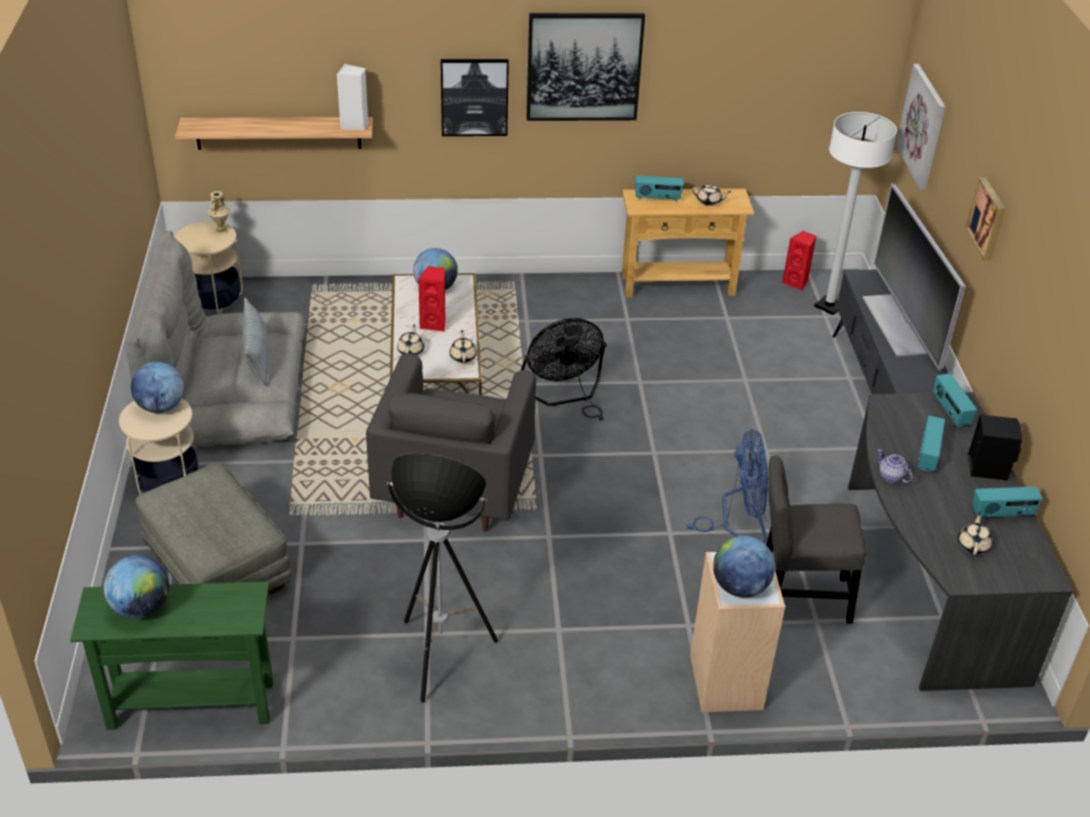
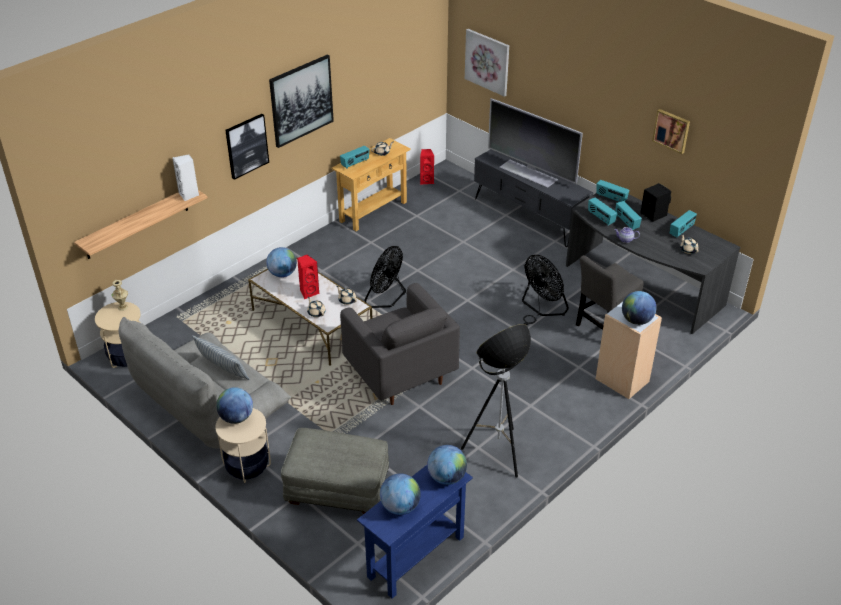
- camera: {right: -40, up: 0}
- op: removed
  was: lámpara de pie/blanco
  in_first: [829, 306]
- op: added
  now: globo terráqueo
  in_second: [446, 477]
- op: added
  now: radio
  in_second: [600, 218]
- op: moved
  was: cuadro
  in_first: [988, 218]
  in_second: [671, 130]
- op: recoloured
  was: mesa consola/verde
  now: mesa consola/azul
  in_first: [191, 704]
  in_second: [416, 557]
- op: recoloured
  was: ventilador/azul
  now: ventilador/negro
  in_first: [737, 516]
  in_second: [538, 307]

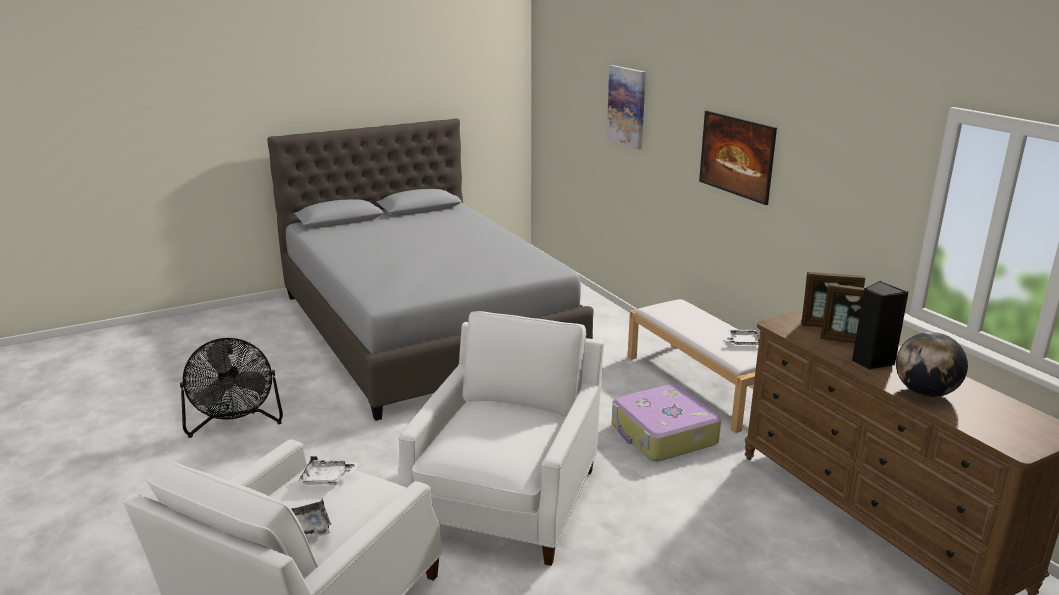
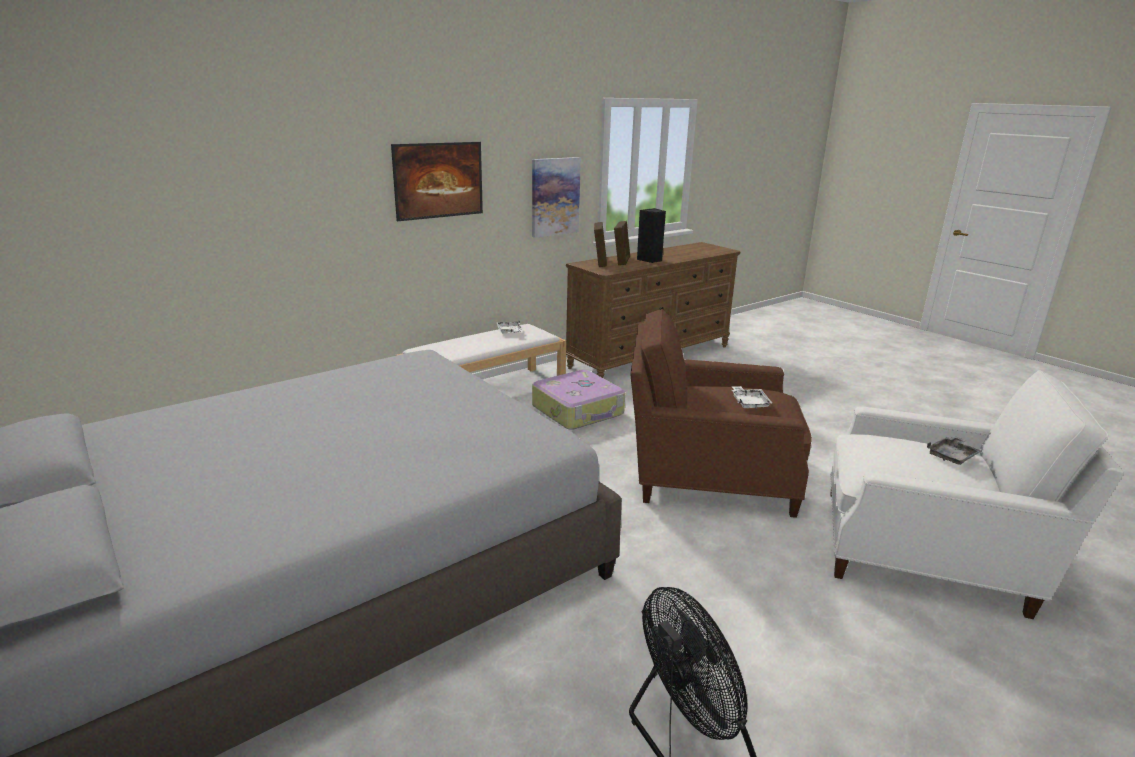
- camera: {right: -100, up: 0}
- op: removed
  was: globo terráqueo
  in_first: [925, 392]
- op: moved
  was: bandeja/blanco
  in_first: [327, 478]
  in_second: [749, 403]
- op: moved
  was: cuadro
  in_first: [627, 106]
  in_second: [555, 196]
- op: recoloured
  was: sillón/blanco
  now: sillón/marrón
  in_first: [506, 497]
  in_second: [708, 473]

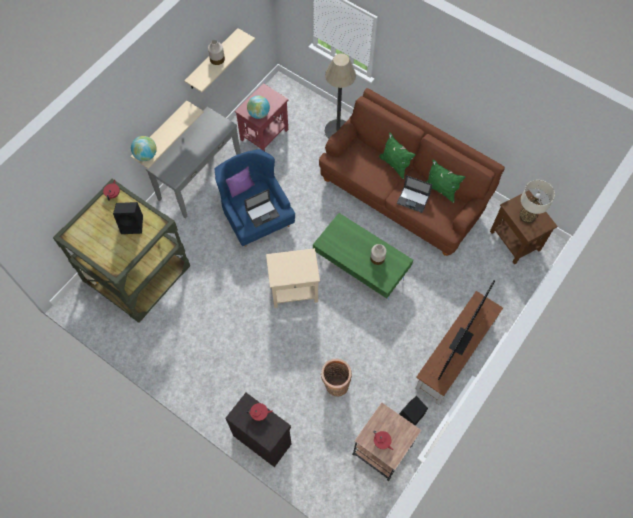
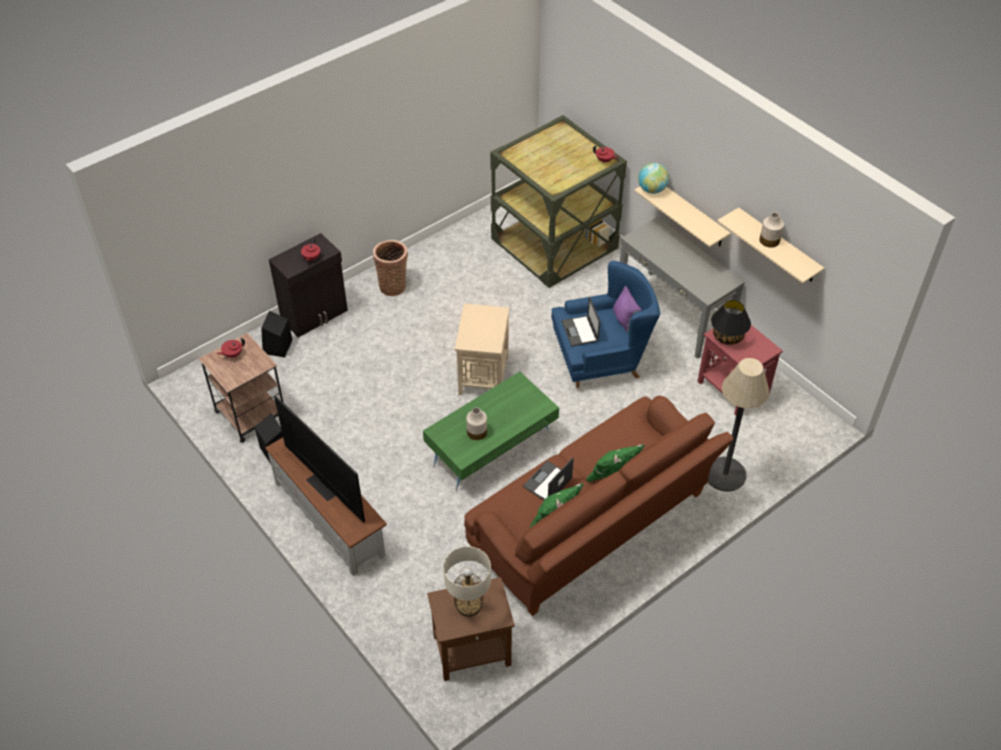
- camera: {right: 105, up: -15}
- op: moved
  was: altavoz/negro
  in_first: [132, 224]
  in_second: [277, 347]
- op: moved
  was: cesta
  in_first: [335, 385]
  in_second: [393, 285]
- op: replaced
  was: globo terráqueo
  now: lámpara de mesa/negro
  in_first: [259, 114]
  in_second: [727, 336]

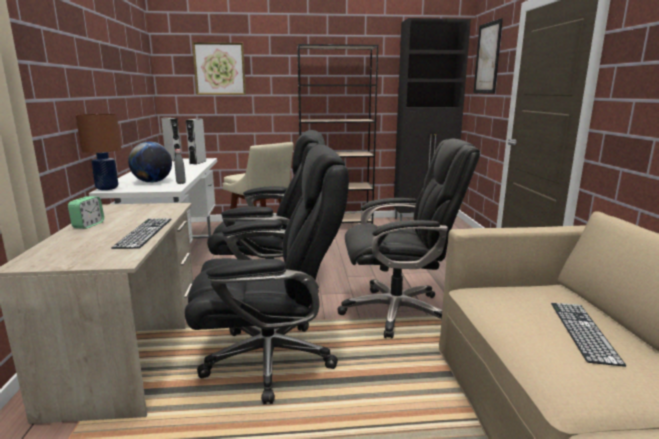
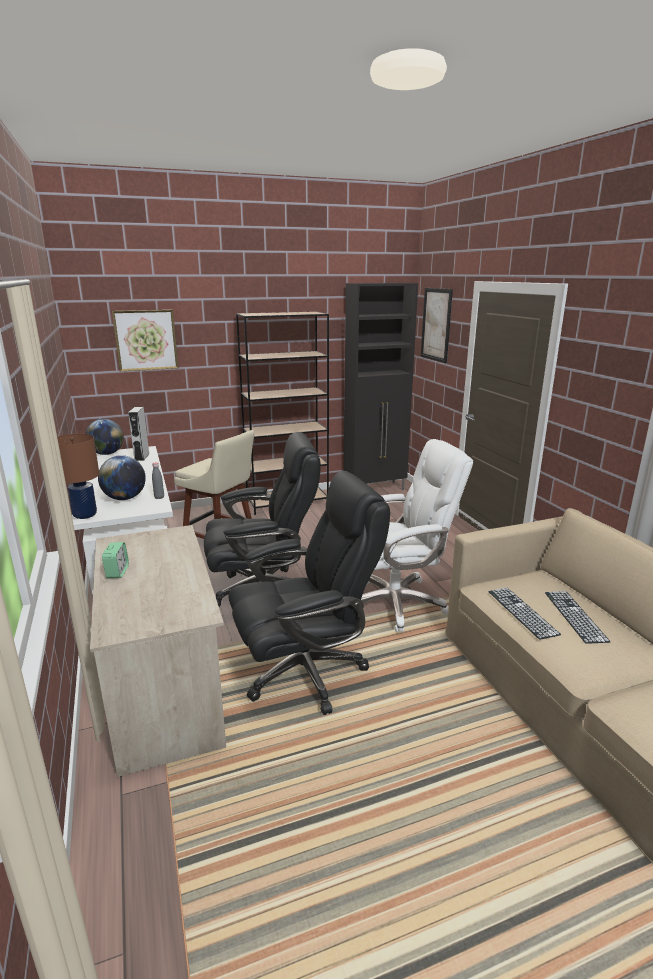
- camera: {right: -15, up: 5}
- op: moved
  was: teclado
  in_first: [144, 232]
  in_second: [522, 612]
- op: replaced
  was: altavoz/gris
  now: globo terráqueo
  in_first: [173, 160]
  in_second: [107, 454]
- op: recoloured
  was: silla de oficina/negro
  now: silla de oficina/blanco
  in_first: [397, 312]
  in_second: [396, 603]

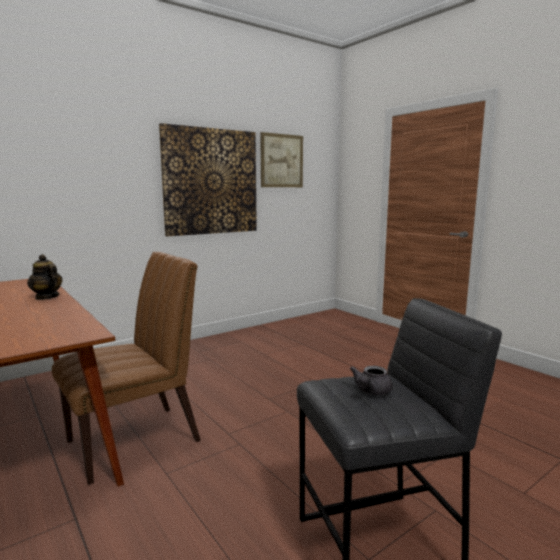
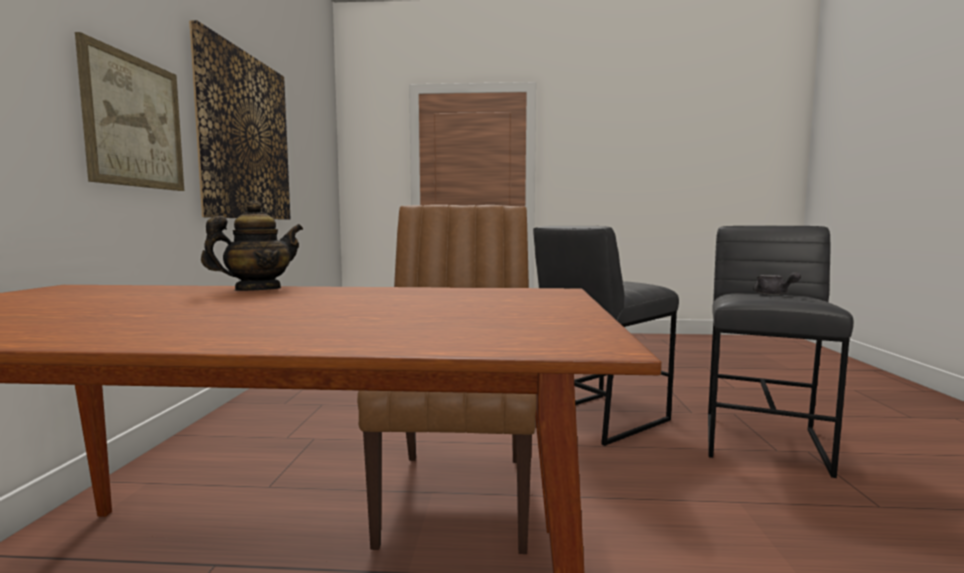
- camera: {right: -50, up: -5}
- op: added
  now: taburete/gris
  in_second: [600, 418]
- op: moved
  was: cuadro
  in_first: [281, 161]
  in_second: [134, 122]
- op: turned
  was: tetera
  in_first: [47, 297]
  in_second: [257, 290]
  clockwise: 150

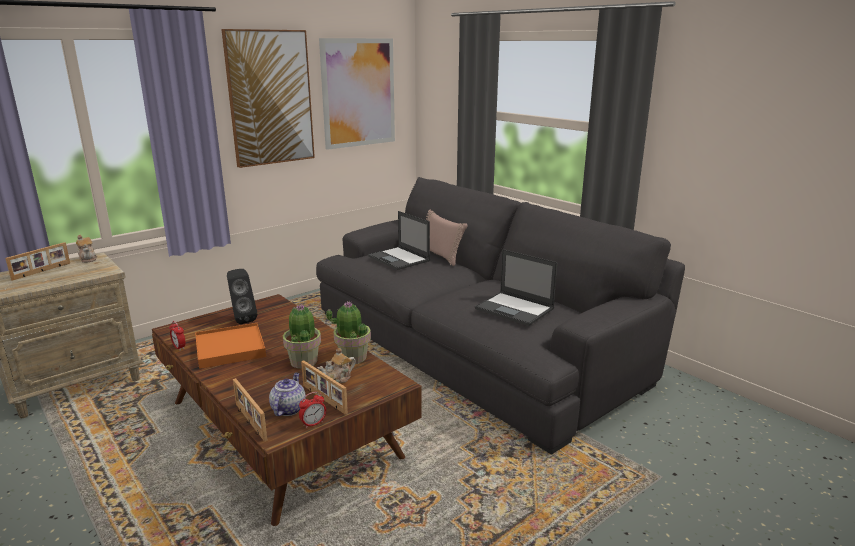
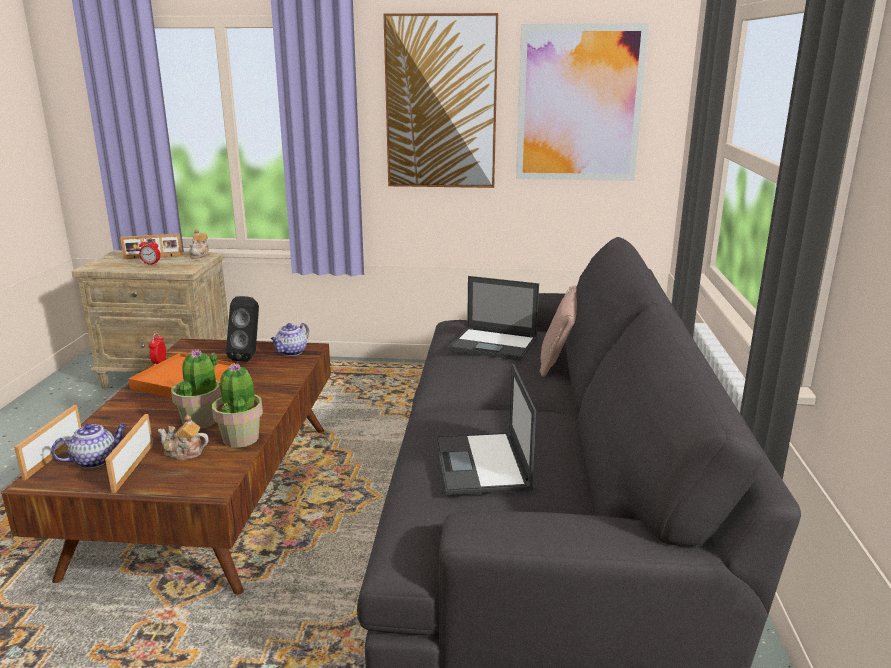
- camera: {right: 45, up: 0}
- op: added
  now: tetera
  in_second: [291, 352]
- op: moved
  was: despertador
  in_first: [313, 424]
  in_second: [151, 264]
- op: turned
  was: portátil
  in_first: [399, 259]
  in_second: [494, 344]
  clockwise: -75

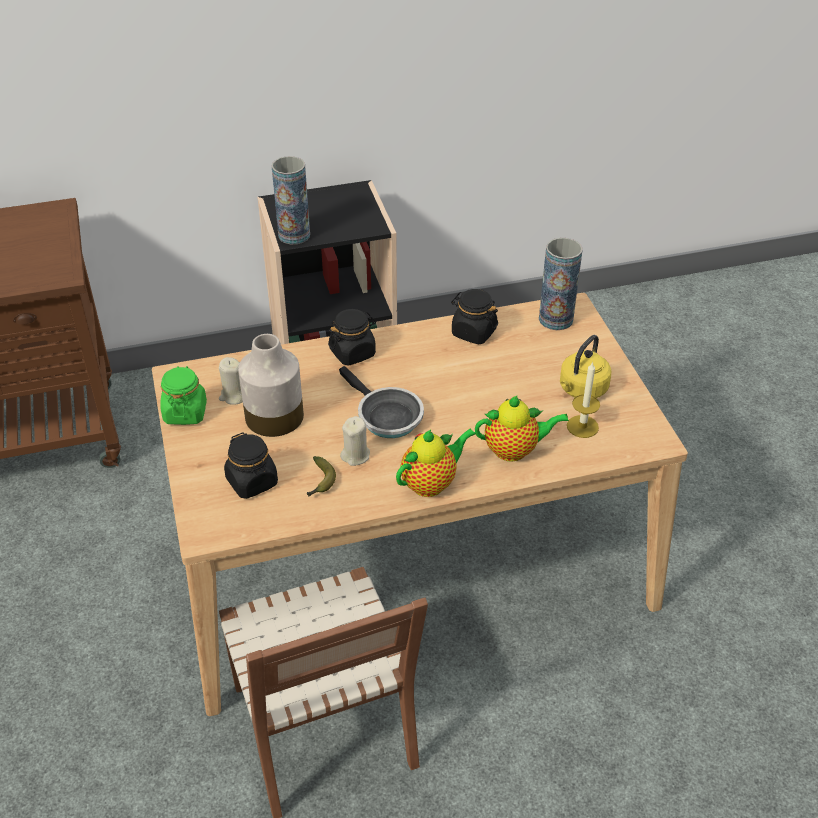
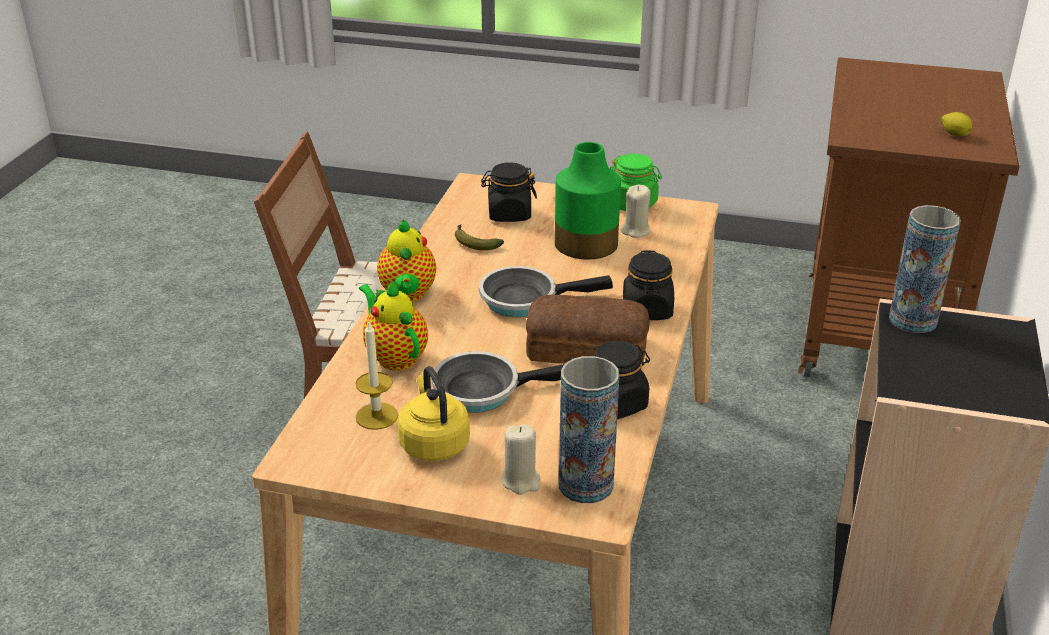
- camera: {right: 120, up: -10}
- op: added
  now: sartén
  in_second: [484, 390]
- op: added
  now: pan
  in_second: [588, 350]
- op: added
  now: limón
  in_second: [955, 135]
- op: moved
  was: vela/beis
  in_first: [355, 455]
  in_second: [521, 481]
- op: recoloured
  was: florero/beis
  now: florero/verde
  in_first: [274, 416]
  in_second: [585, 243]
- op: turned
  was: tetera
  in_first: [514, 450]
  in_second: [394, 356]
  clockwise: 120

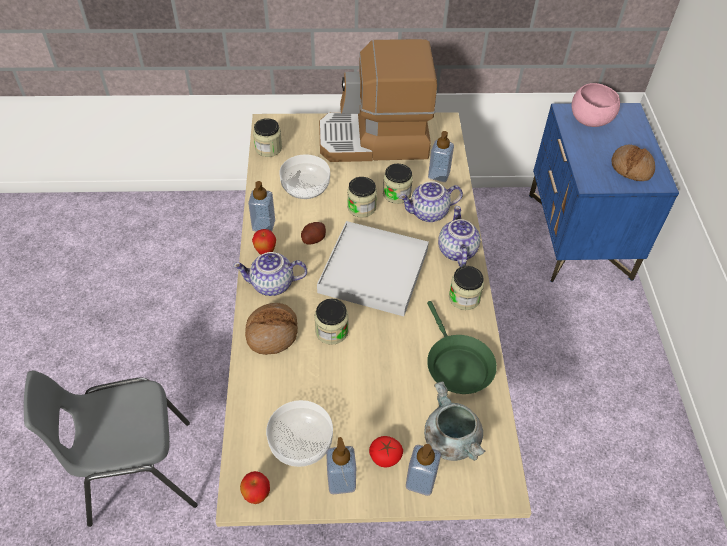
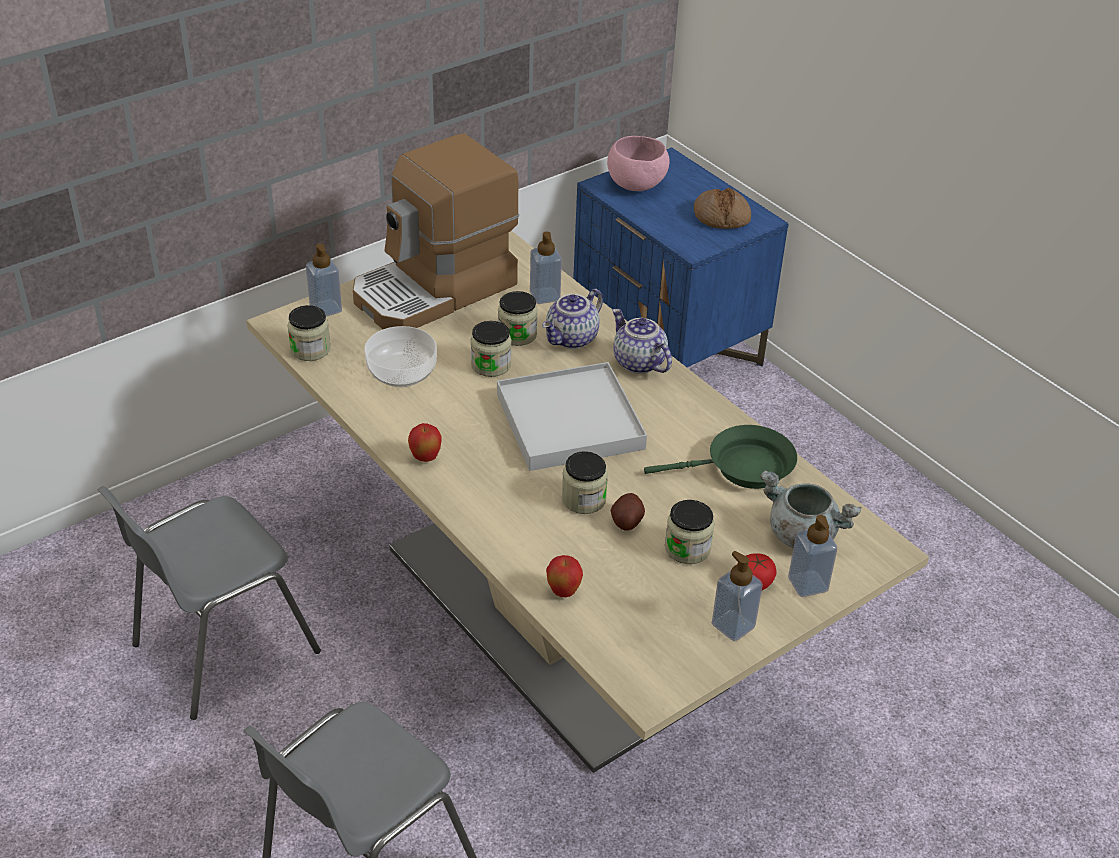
- camera: {right: -35, up: -10}
- op: removed
  was: tetera
  in_first: [272, 285]
- op: removed
  was: pan
  in_first: [272, 333]
- op: removed
  was: cuenco
  in_first: [301, 443]
- op: added
  now: silla/gris
  in_second: [220, 649]
- op: moved
  was: manzana
  in_first: [257, 496]
  in_second: [563, 592]
- op: moved
  was: dispensador de jabón
  in_first: [263, 225]
  in_second: [326, 309]
- op: moved
  was: patata
  in_first: [313, 239]
  in_second: [626, 521]
- op: moved
  was: tarro
  in_first: [464, 298]
  in_second: [687, 548]
- op: turned
  was: sartén/verde
  in_first: [456, 365]
  in_second: [742, 468]
  clockwise: -45

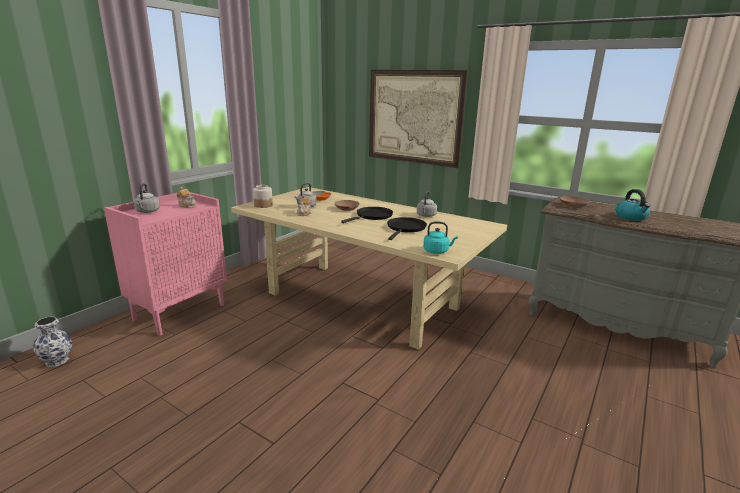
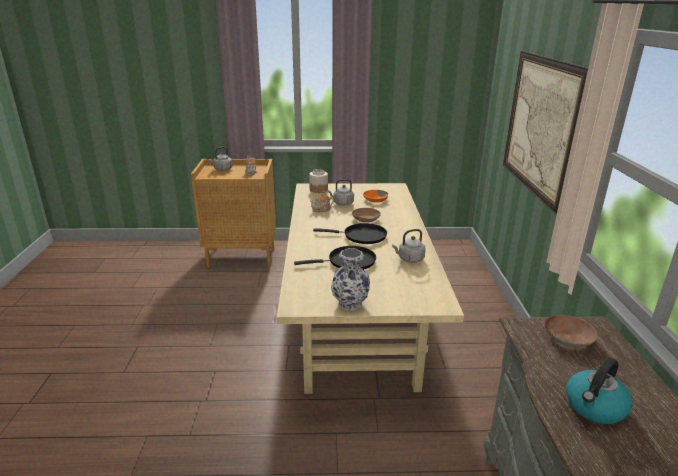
- camera: {right: 55, up: 5}
- op: removed
  was: hervidor/turquesa
  in_first: [437, 251]
- op: moved
  was: florero
  in_first: [57, 361]
  in_second: [350, 304]
- op: recoloured
  was: armario/rosa
  now: armario/marrón
  in_first: [180, 312]
  in_second: [242, 257]

